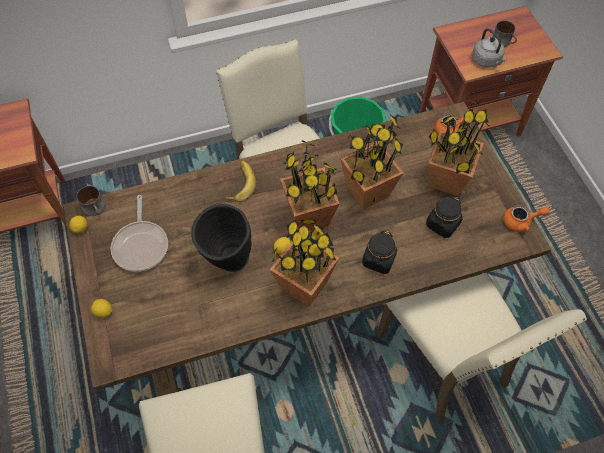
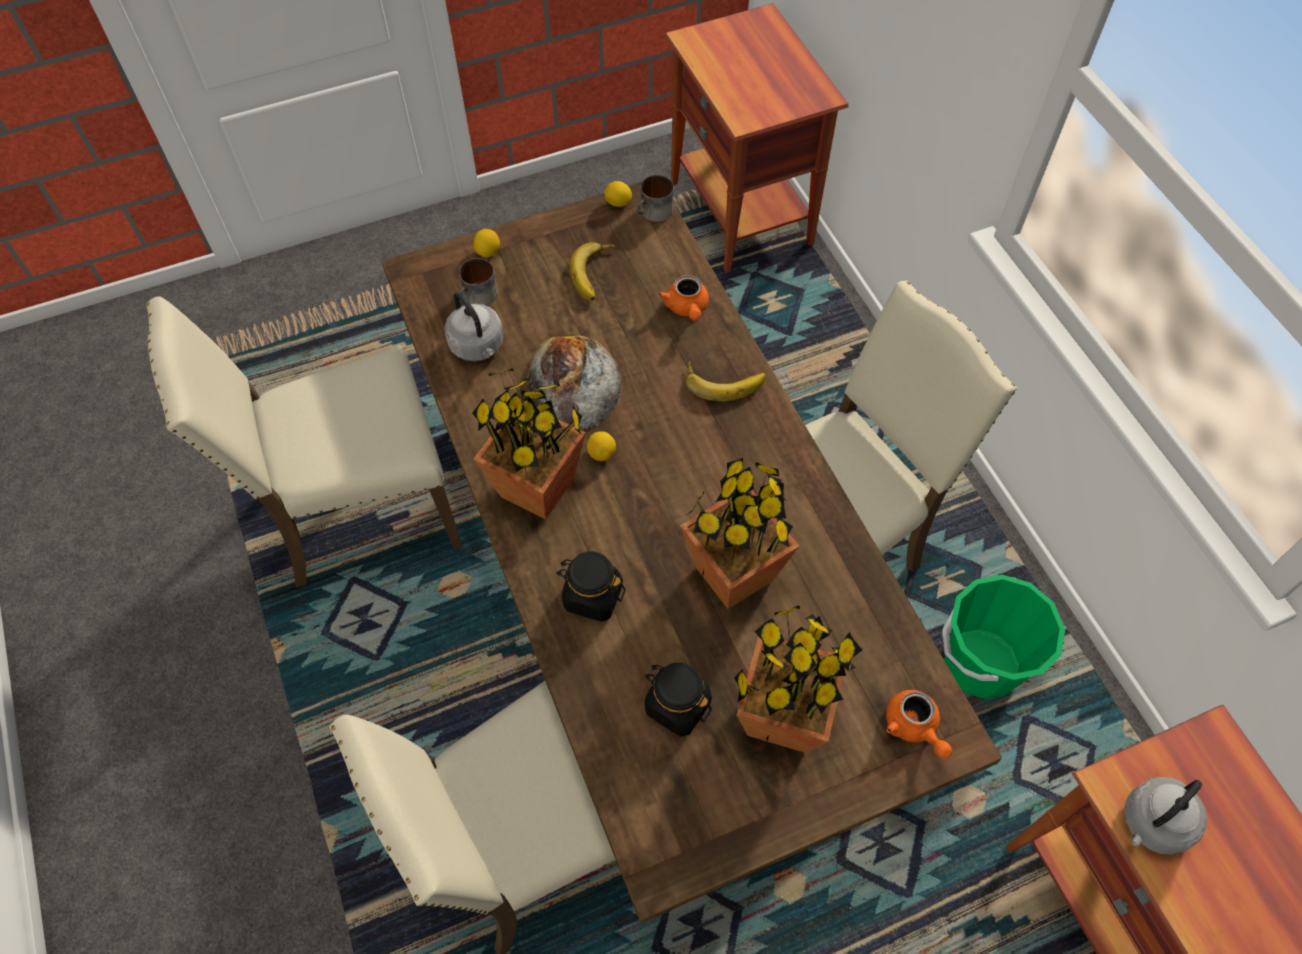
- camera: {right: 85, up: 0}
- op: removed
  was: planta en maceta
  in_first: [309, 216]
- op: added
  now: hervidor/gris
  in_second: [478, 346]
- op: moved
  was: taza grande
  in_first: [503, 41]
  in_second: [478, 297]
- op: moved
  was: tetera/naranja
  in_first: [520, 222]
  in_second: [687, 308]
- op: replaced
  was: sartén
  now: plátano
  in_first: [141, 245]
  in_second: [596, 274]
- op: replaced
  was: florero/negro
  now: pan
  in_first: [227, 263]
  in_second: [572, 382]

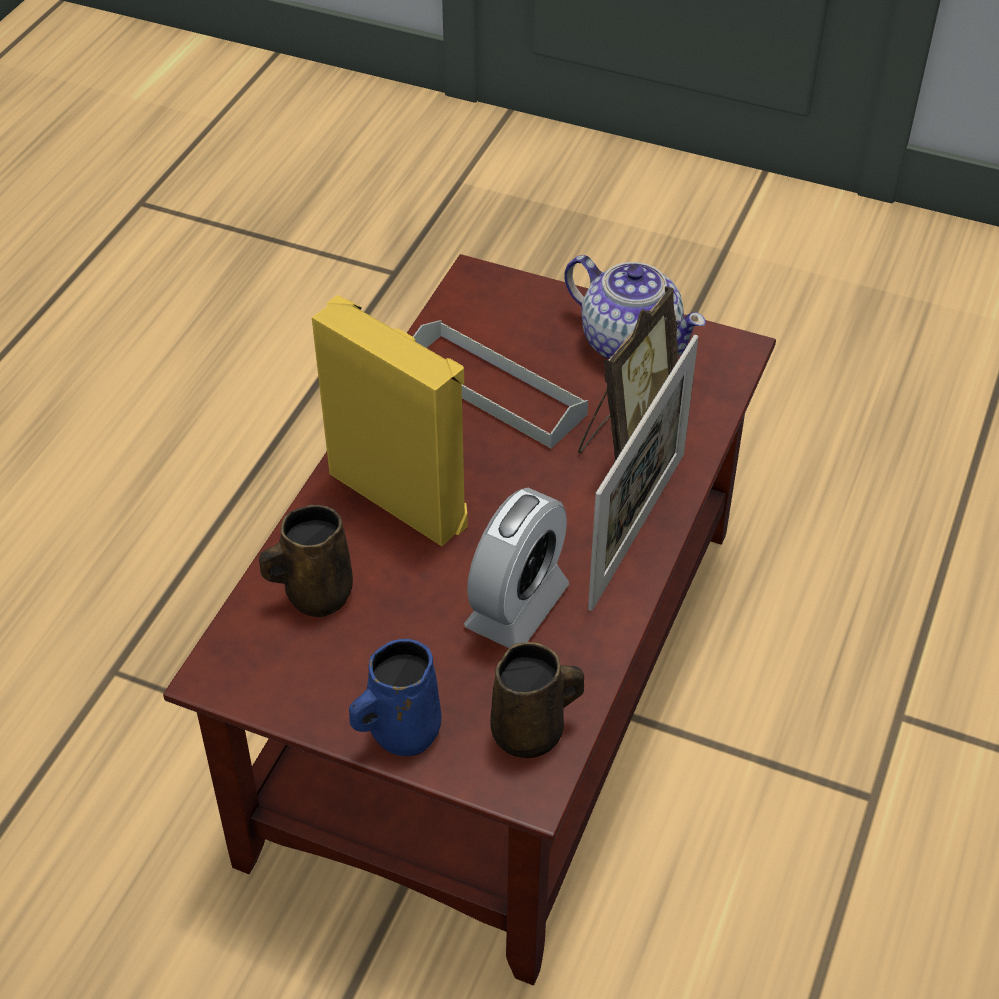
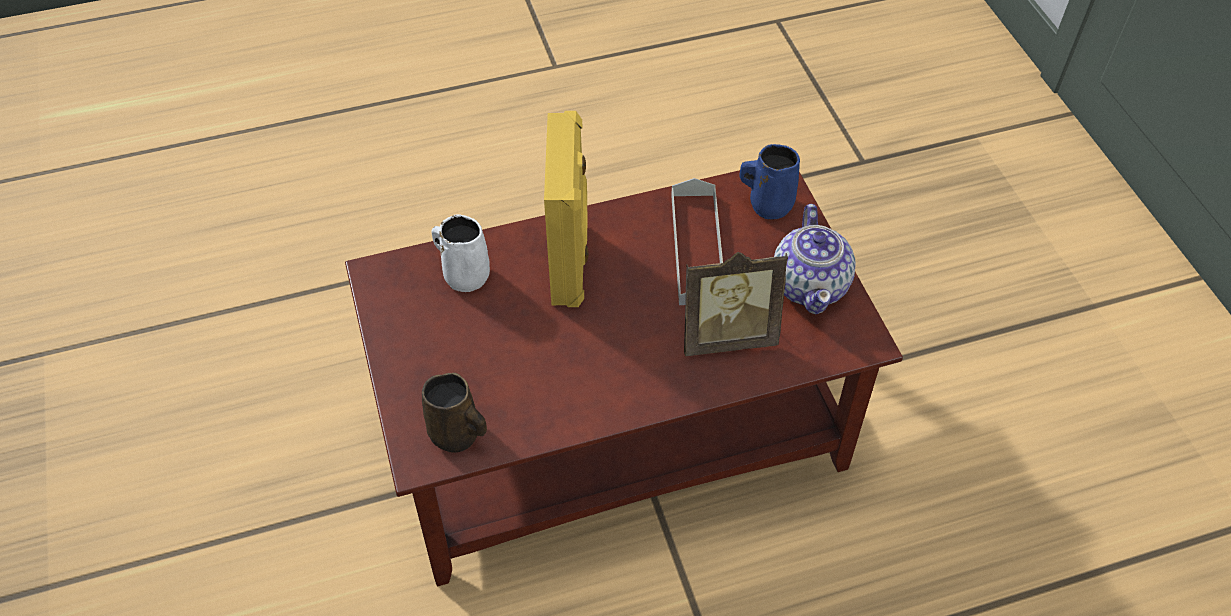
- camera: {right: 50, up: 5}
- op: removed
  was: despertador
  in_first: [517, 606]
- op: removed
  was: portarretratos
  in_first: [637, 529]
- op: moved
  was: taza grande/azul
  in_first: [401, 732]
  in_second: [768, 204]
- op: recoloured
  was: taza grande/marrón
  now: taza grande/blanco
  in_first: [315, 594]
  in_second: [465, 275]

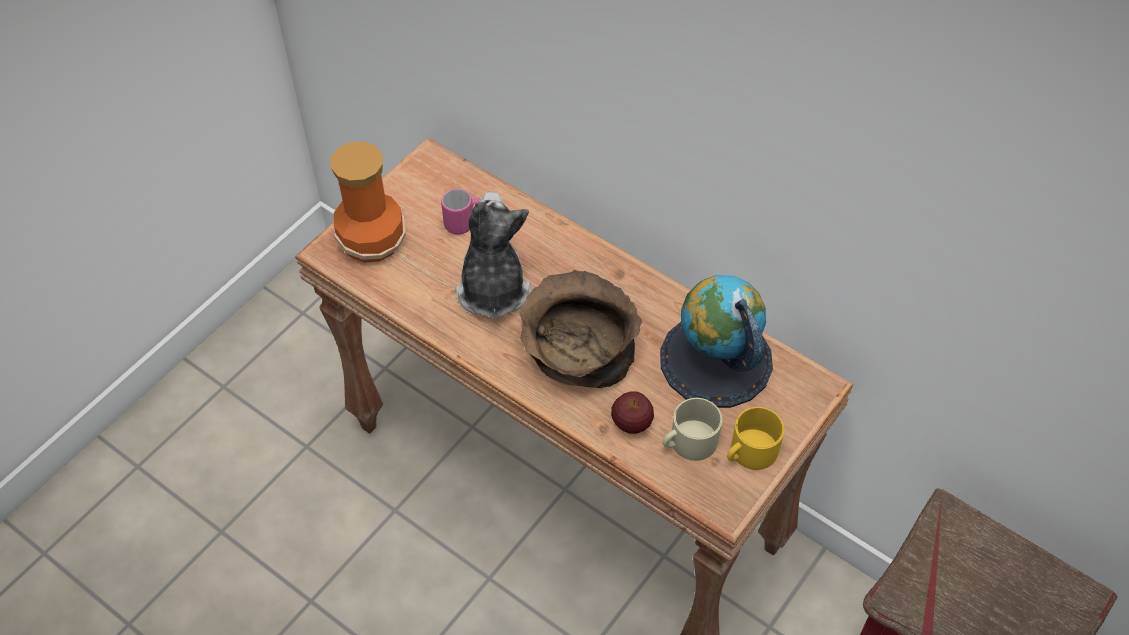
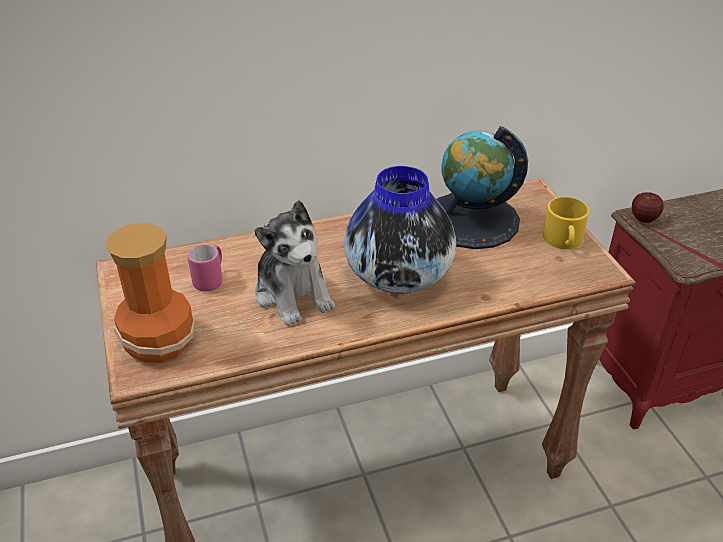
- camera: {right: -55, up: -15}
- op: removed
  was: taza grande/beis
  in_first: [688, 442]
- op: moved
  was: manzana
  in_first: [631, 424]
  in_second: [644, 219]
- op: replaced
  was: cuenco/marrón
  now: florero
  in_first: [577, 348]
  in_second: [397, 276]
- op: turned
  was: peluche
  in_first: [492, 288]
  in_second: [293, 294]
  clockwise: -150

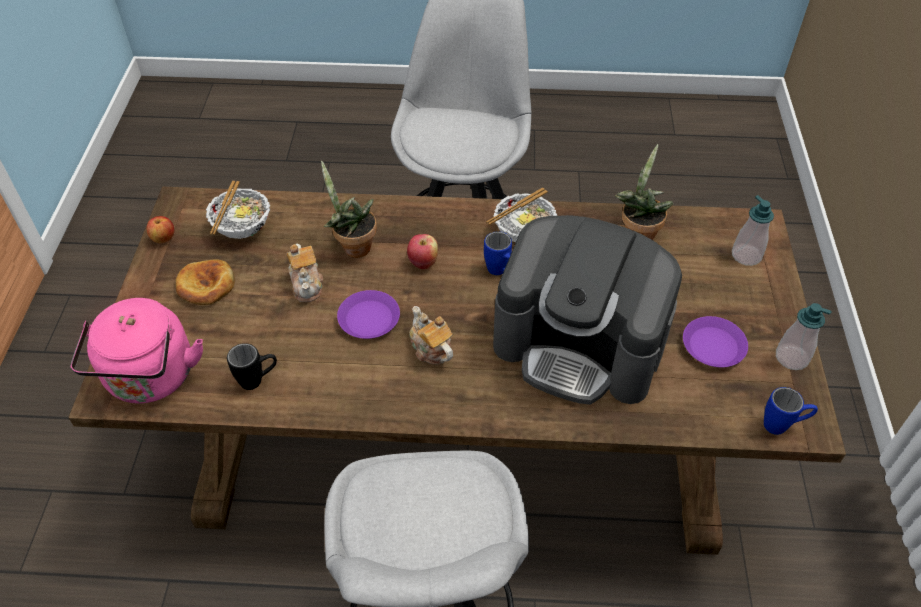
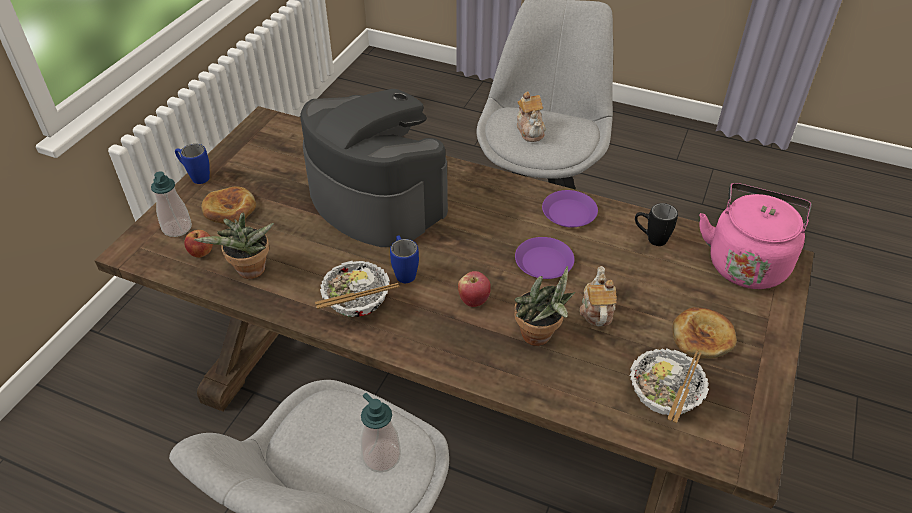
- camera: {right: -160, up: -5}
- op: added
  now: pan
  in_second: [230, 209]
- op: moved
  was: manzana
  in_first: [163, 238]
  in_second: [201, 253]
- op: moved
  was: tetera
  in_first: [430, 348]
  in_second: [530, 130]
- op: moved
  was: plato/morado
  in_first: [713, 346]
  in_second: [568, 213]
- op: moved
  was: taza grande/azul
  in_first: [782, 426]
  in_second: [196, 177]
- op: moved
  was: dispensador de jabón
  in_first: [791, 358]
  in_second: [381, 456]

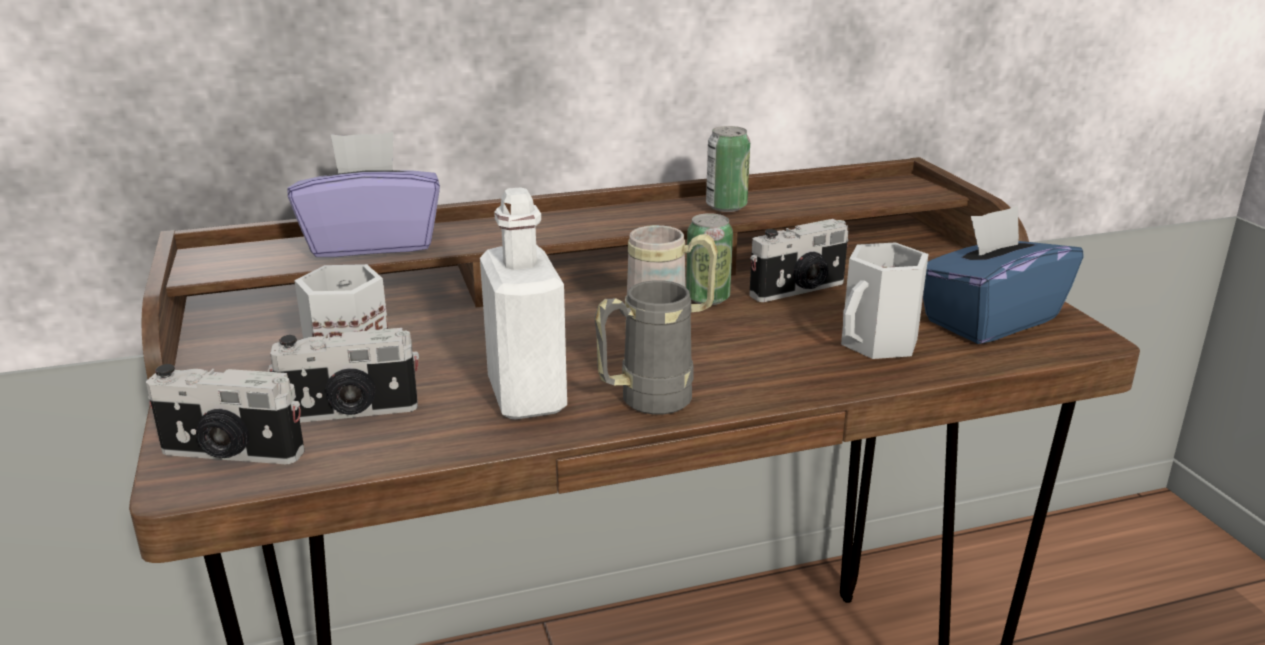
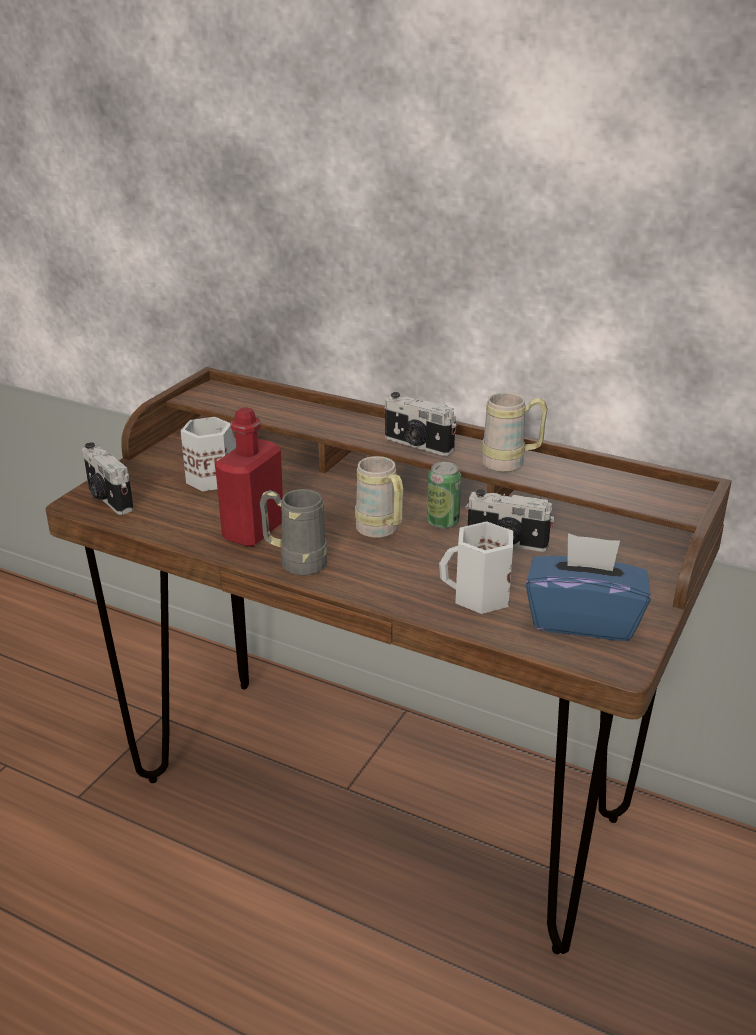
- camera: {right: 45, up: 5}
- op: removed
  was: caja de pañuelos/morado
  in_first: [373, 243]
- op: moved
  was: cámara
  in_first: [350, 412]
  in_second: [417, 445]
- op: replaced
  was: lata
  now: taza grande/beis
  in_first: [726, 206]
  in_second: [511, 464]
- op: recoloured
  was: botella/blanco
  now: botella/rojo
  in_first: [526, 396]
  in_second: [253, 531]

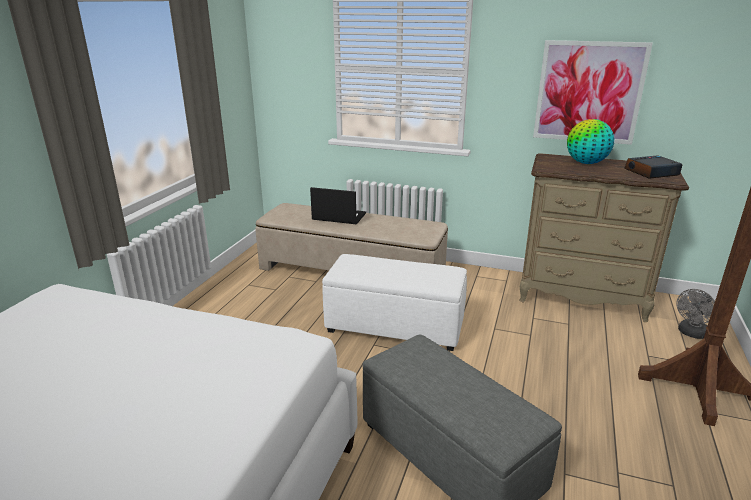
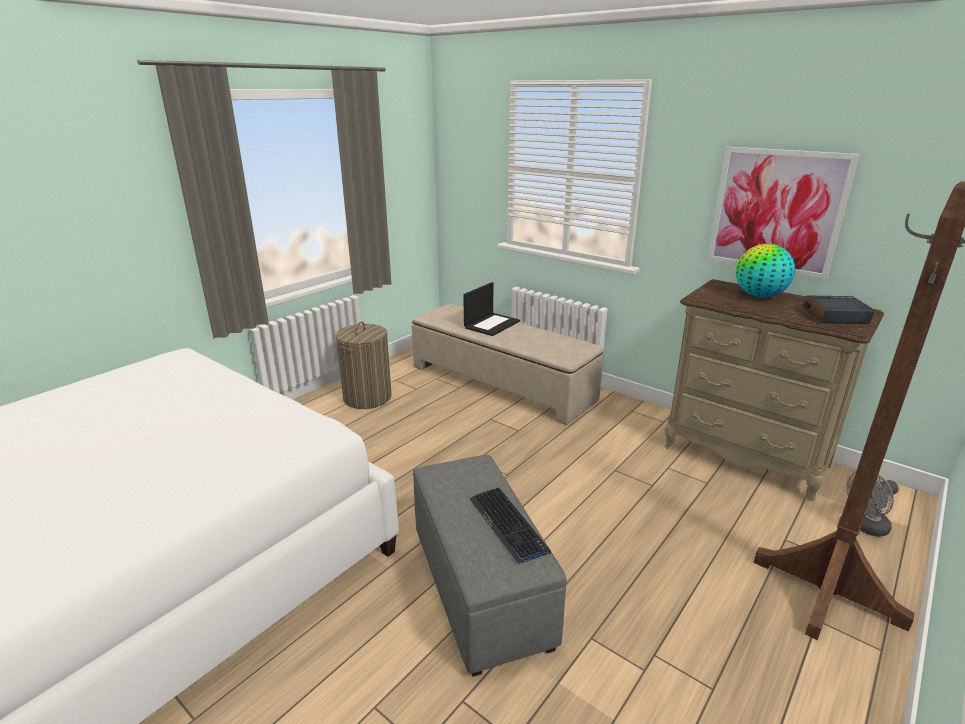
- camera: {right: 20, up: 0}
- op: removed
  was: puf/blanco
  in_first: [396, 327]
- op: added
  now: cesto de la ropa
  in_second: [367, 397]
- op: added
  now: teclado
  in_second: [508, 525]
- op: turned
  was: portátil
  in_first: [338, 216]
  in_second: [492, 324]
  clockwise: 90

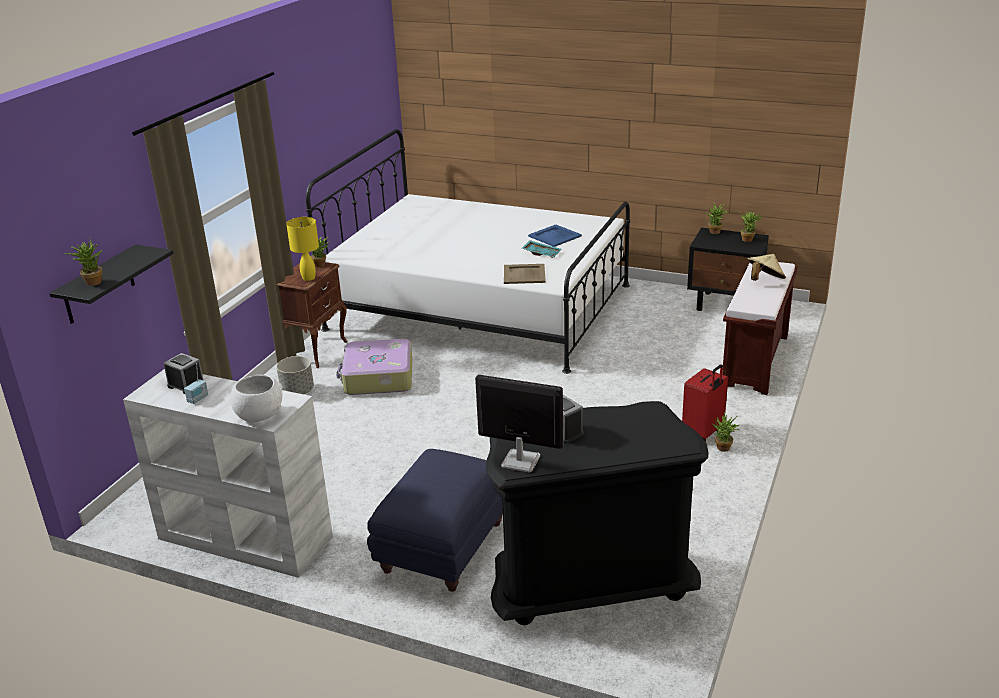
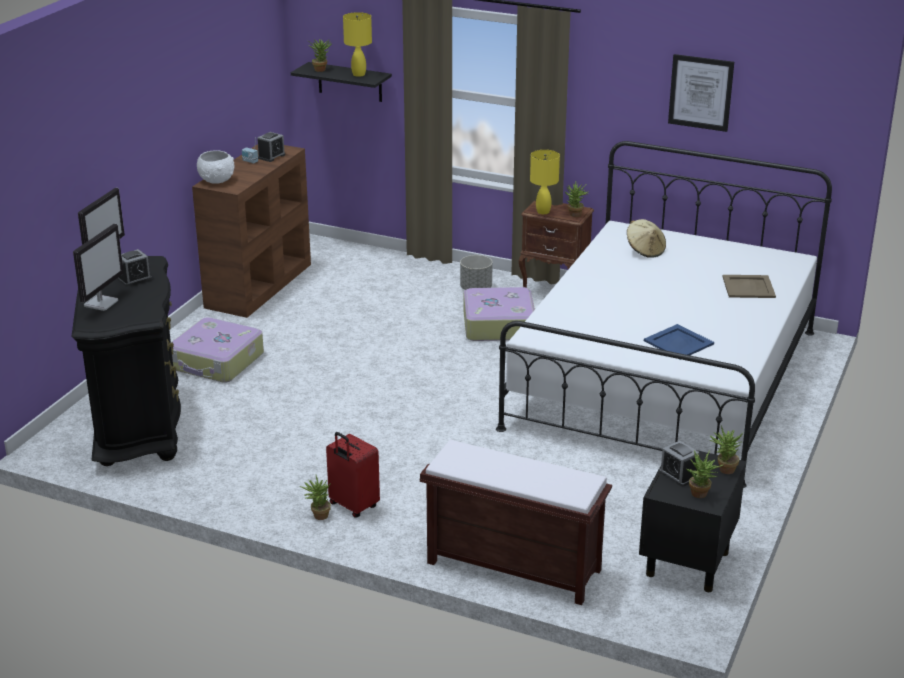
- camera: {right: 90, up: 0}
- op: removed
  was: bandeja/turquesa
  in_first: [542, 253]
- op: added
  now: monitor
  in_second: [101, 303]
- op: added
  now: lámpara de mesa/amarillo
  in_second: [359, 74]
- op: added
  now: despertador
  in_second: [678, 475]
- op: added
  now: cuadro
  in_second: [701, 92]
- op: moved
  was: bandeja/beis
  in_first: [524, 274]
  in_second: [748, 287]
- op: moved
  was: sombrero/beis
  in_first: [764, 280]
  in_second: [645, 251]
- op: replaced
  was: puf/azul
  now: maleta
  in_first: [443, 546]
  in_second: [217, 362]
- op: recoloured
  was: estantería/blanco
  now: estantería/marrón
  in_first: [244, 539]
  in_second: [258, 285]

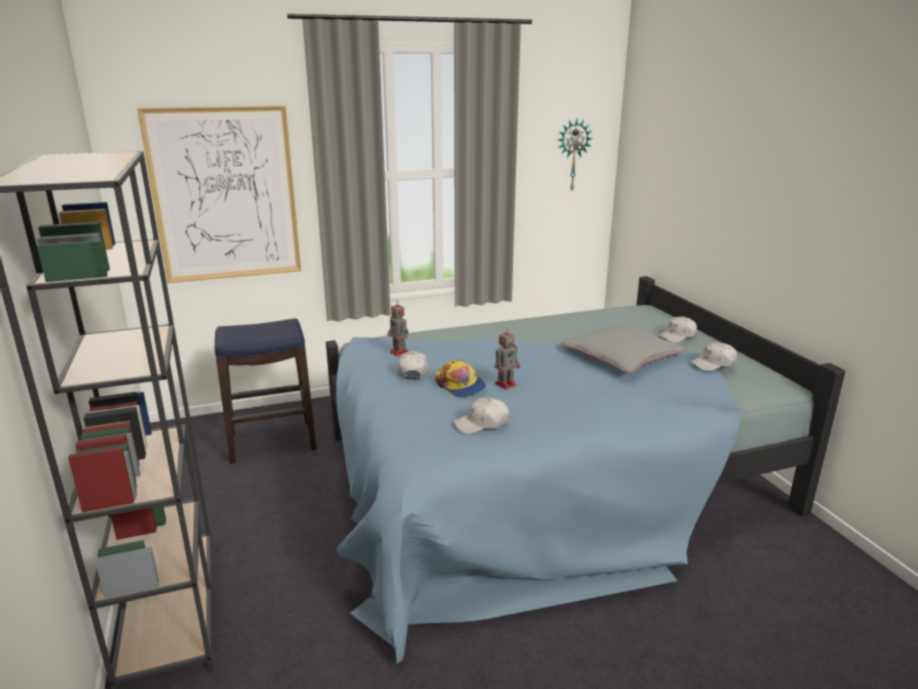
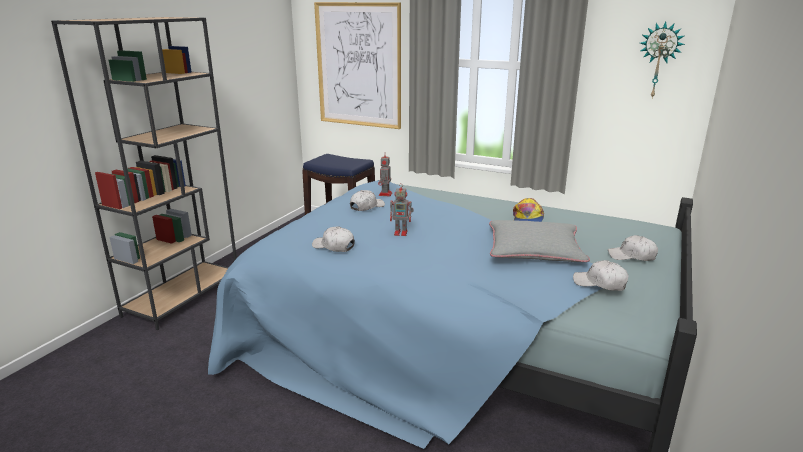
- camera: {right: 45, up: 0}
- op: moved
  was: gorra
  in_first: [460, 386]
  in_second: [527, 218]

